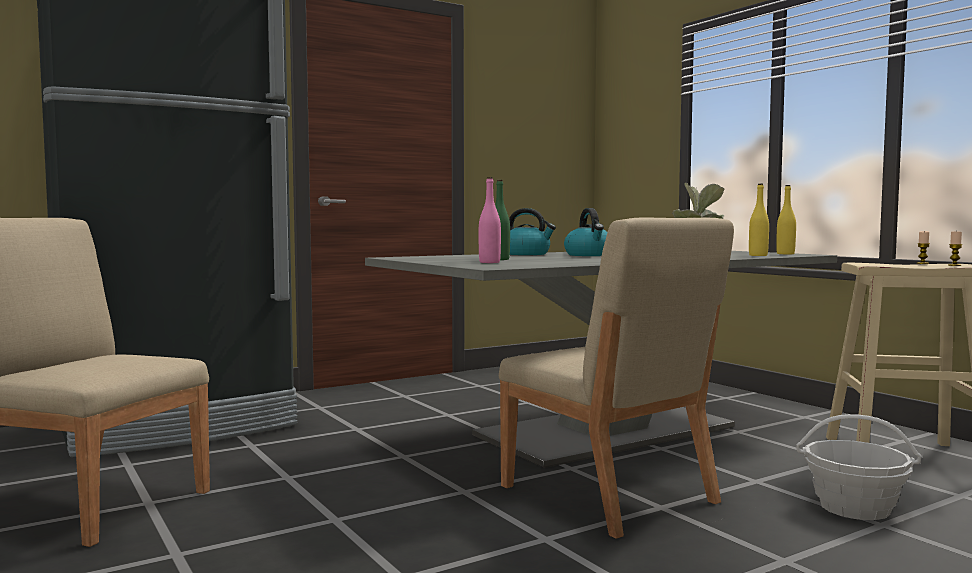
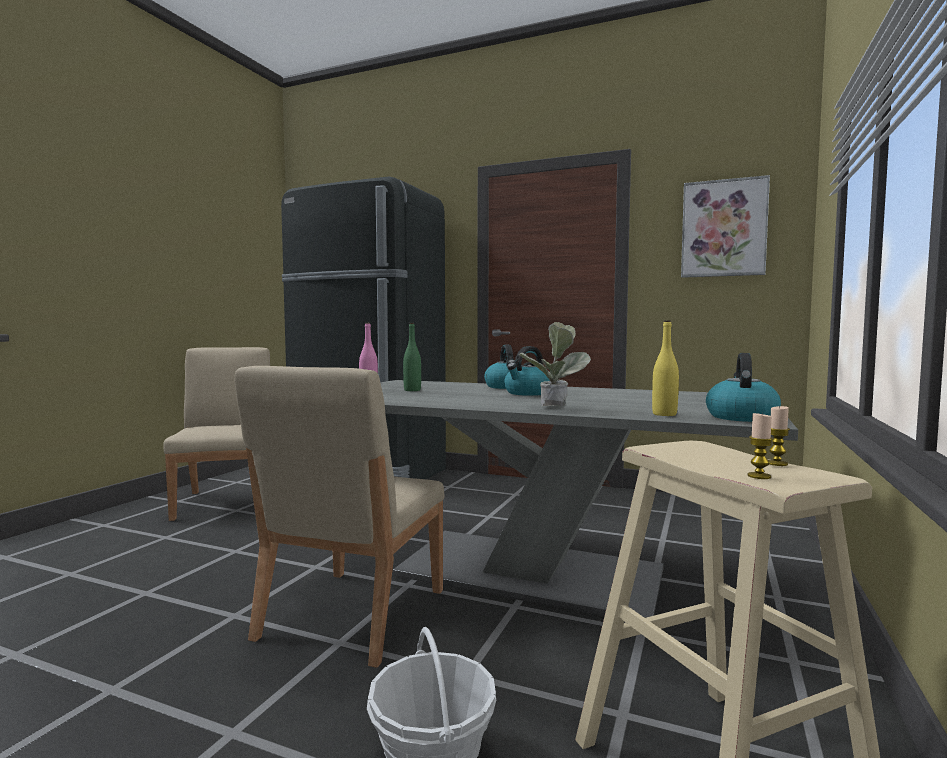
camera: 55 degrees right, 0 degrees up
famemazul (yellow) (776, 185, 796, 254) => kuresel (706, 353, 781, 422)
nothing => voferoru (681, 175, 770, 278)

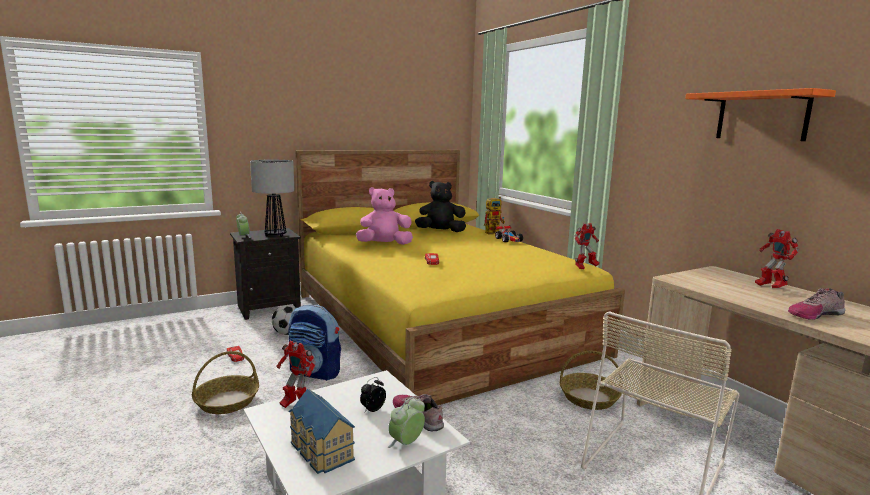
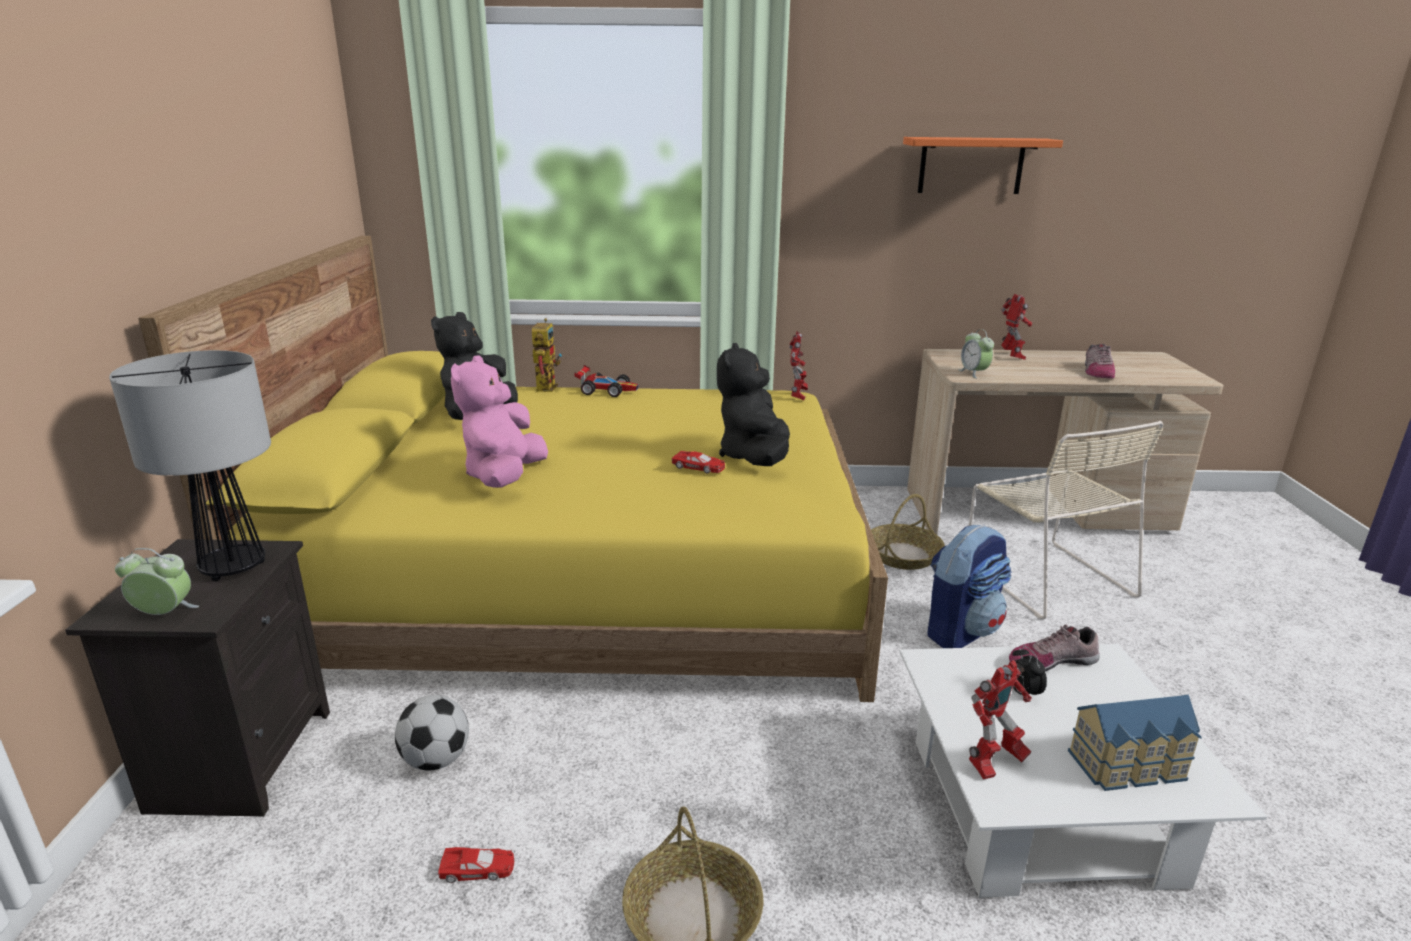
camera: 60 degrees left, 10 degrees up
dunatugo (755, 229, 799, 288) => dunatugo (1001, 294, 1032, 360), 120 degrees counterclockwise
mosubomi (288, 305, 341, 381) => mosubomi (927, 525, 1011, 648), shifted
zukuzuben (388, 397, 425, 448) => zukuzuben (959, 329, 994, 378), shifted
nothing => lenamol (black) (717, 343, 790, 466)

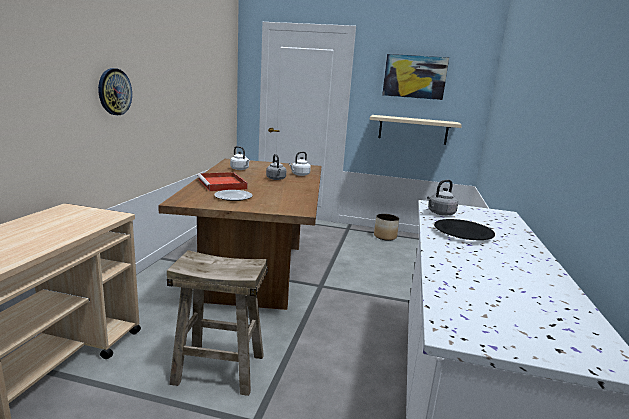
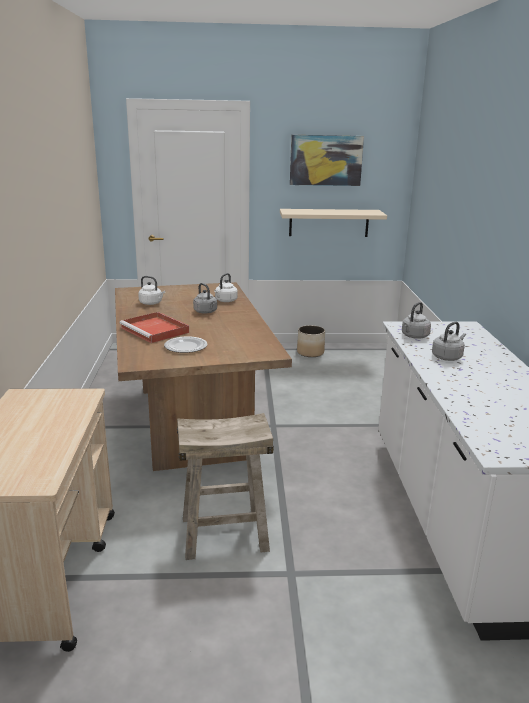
camera: 15 degrees left, 5 degrees up
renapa (98, 68, 132, 115) => nothing
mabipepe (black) (434, 219, 495, 240) => kuresel (grey) (432, 322, 466, 361)

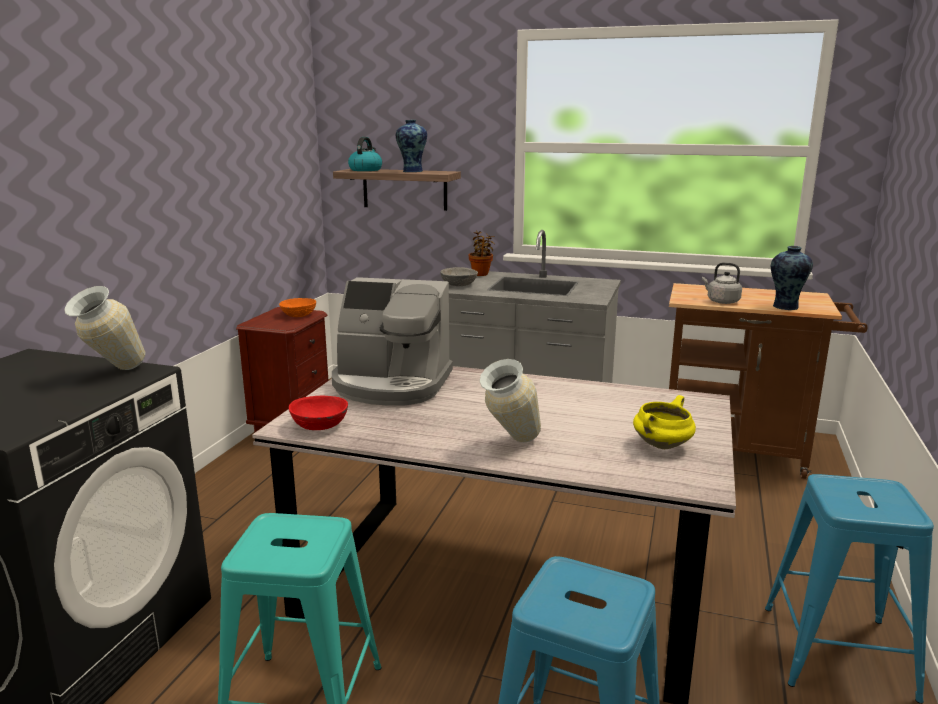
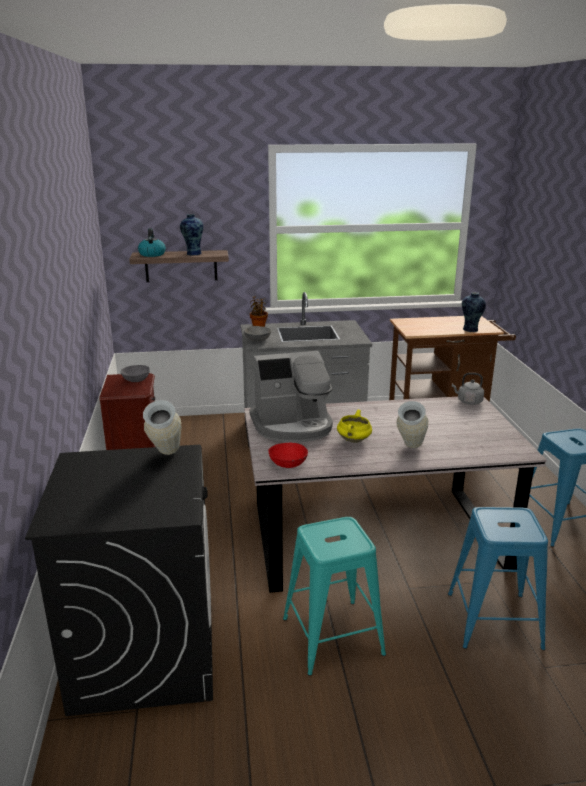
camera: 25 degrees left, 5 degrees up
kuresel (grey) (702, 262, 742, 304) => kuresel (grey) (452, 373, 484, 405), shifted
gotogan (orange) (279, 298, 316, 317) => gotogan (grey) (121, 365, 150, 382)
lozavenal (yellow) (633, 395, 696, 449) => lozavenal (yellow) (337, 410, 372, 443), shifted

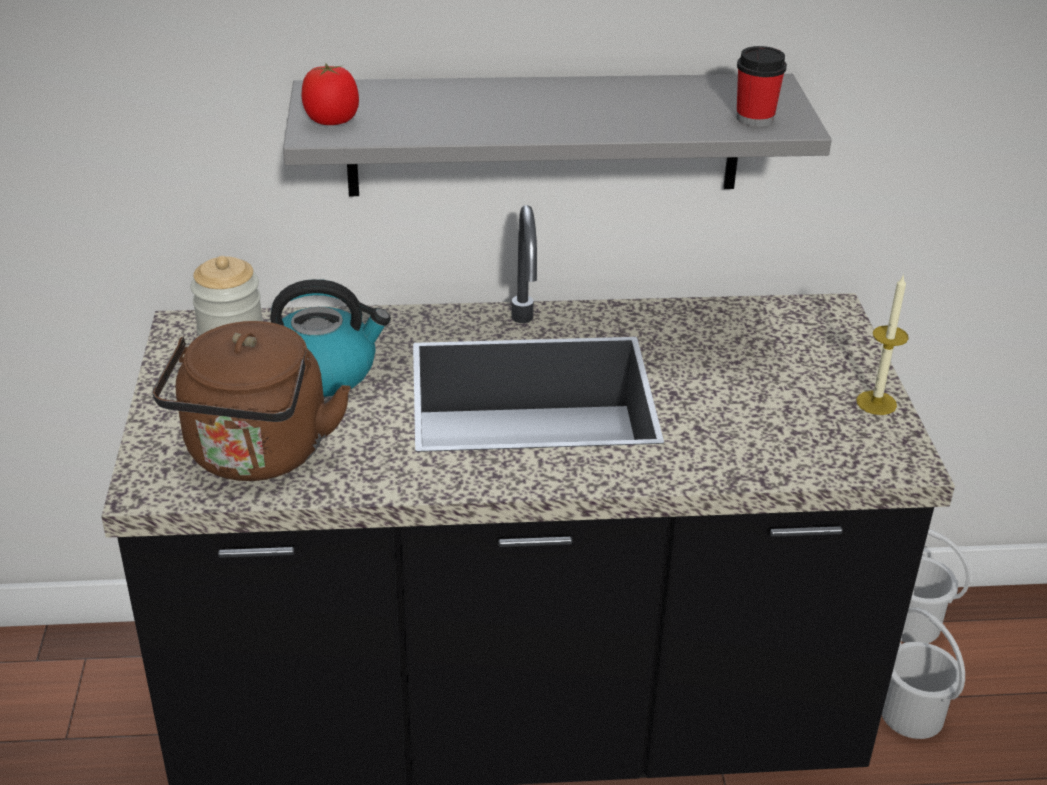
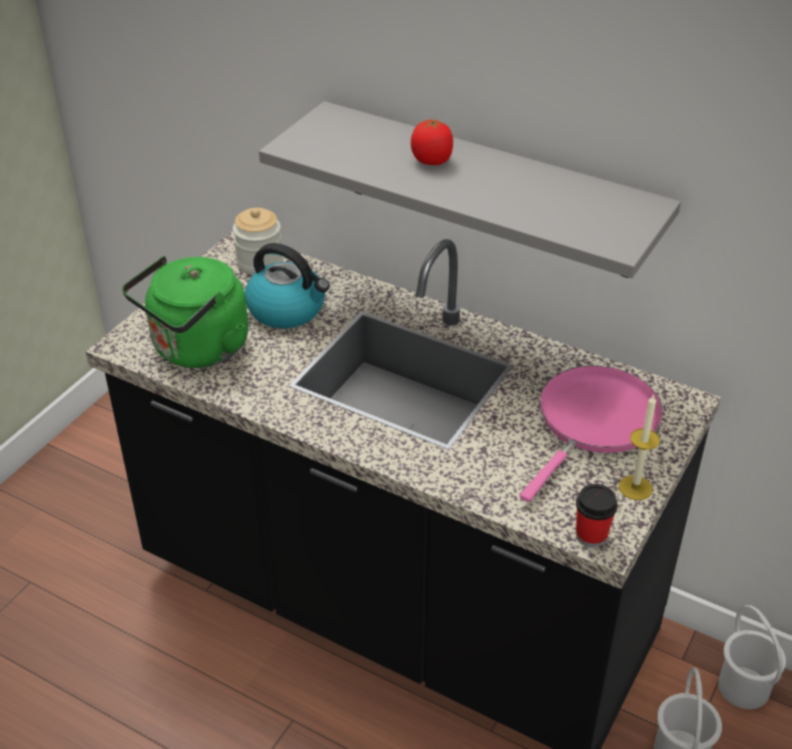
camera: 35 degrees right, 5 degrees up
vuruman (737, 46, 787, 127) => vuruman (576, 484, 618, 548), shifted
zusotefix (302, 63, 359, 125) => zusotefix (411, 118, 453, 165), shifted
kuresel (brown) (152, 321, 351, 481) => kuresel (green) (122, 256, 248, 368)
nothing => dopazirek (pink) (520, 366, 663, 502)

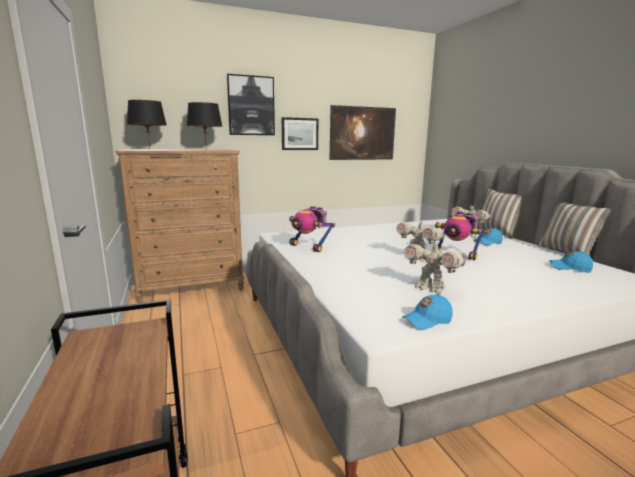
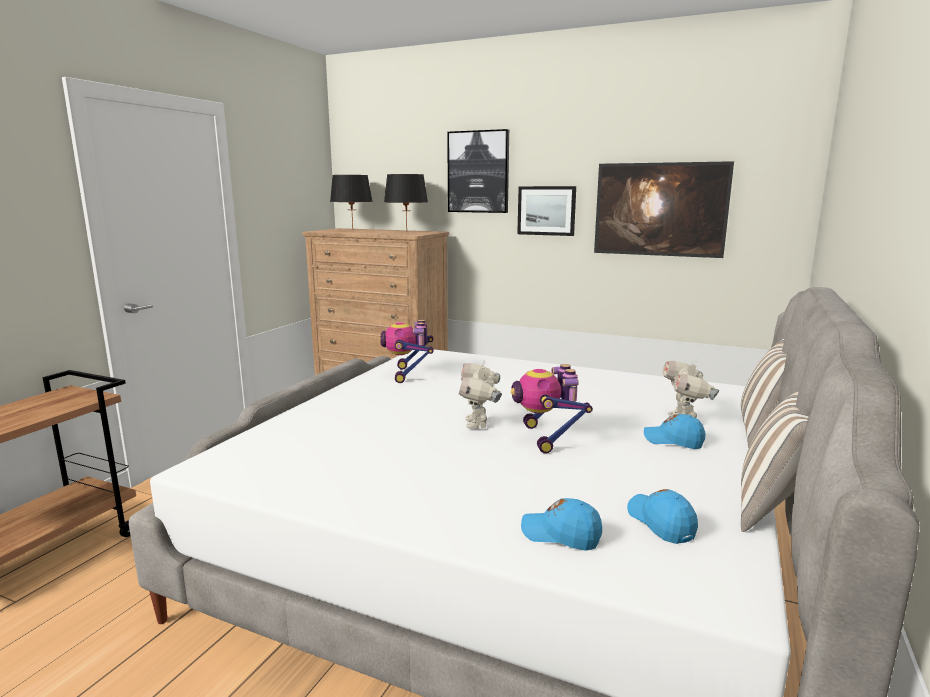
camera: 45 degrees right, 0 degrees up
dunatugo (404, 241, 466, 293) => nothing
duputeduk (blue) (402, 295, 453, 330) => duputeduk (blue) (521, 498, 602, 551), shifted

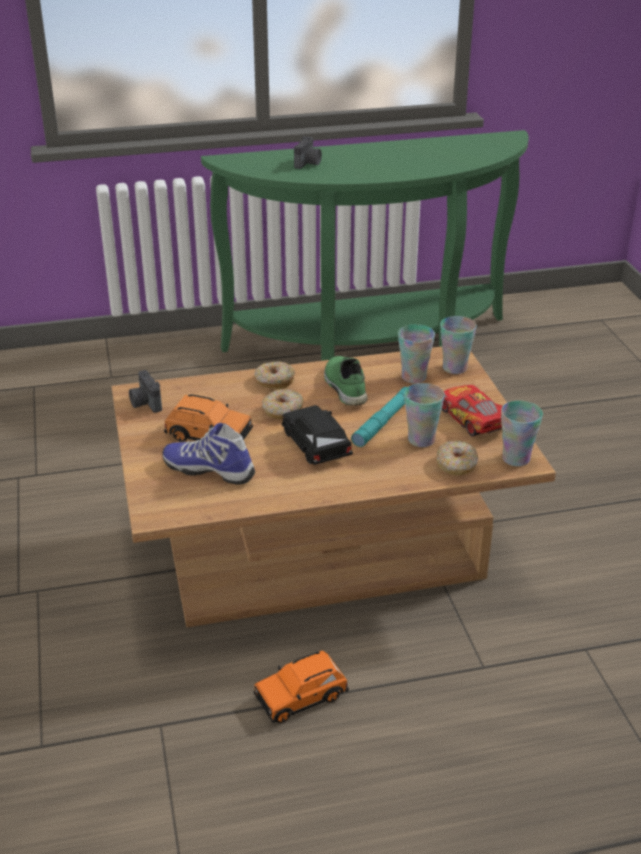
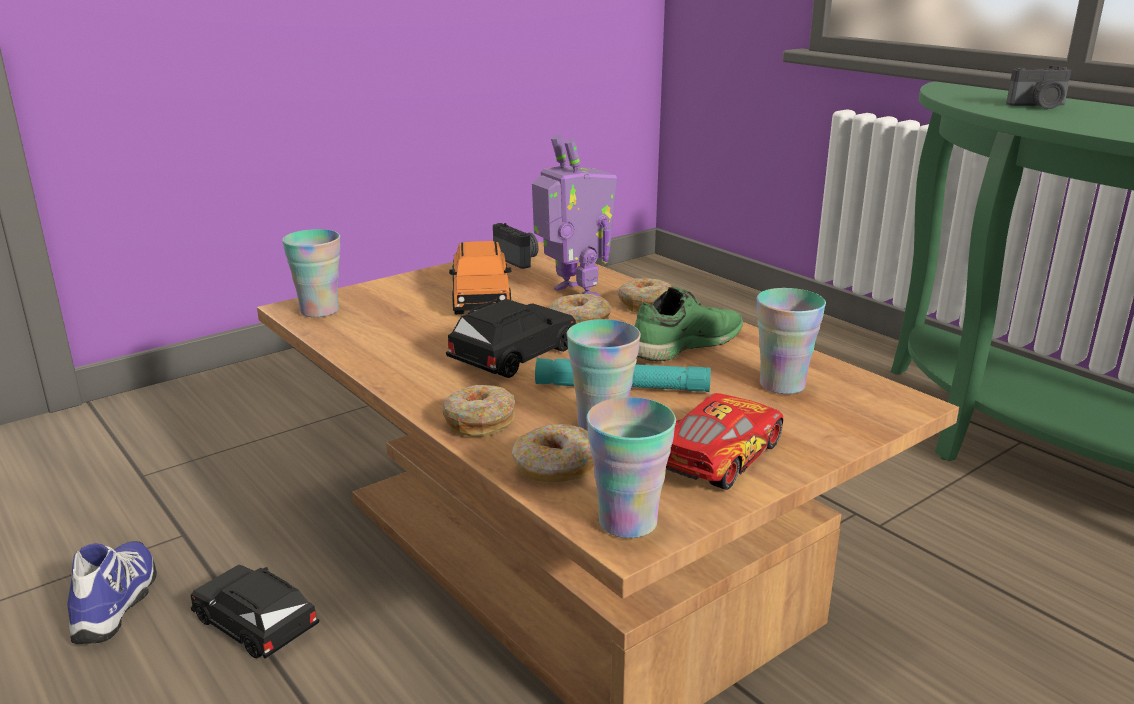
camera: 65 degrees right, 10 degrees down
vuruman (440, 316, 477, 374) => vuruman (282, 229, 340, 317), shifted
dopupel (129, 370, 162, 413) => dopupel (493, 223, 539, 269), 105 degrees clockwise
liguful (162, 423, 255, 485) => liguful (67, 541, 157, 644), shifted
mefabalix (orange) (254, 650, 349, 723) => mefabalix (black) (191, 565, 319, 659)
nothing => dunatugo (532, 135, 618, 296)
nothing => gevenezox (442, 385, 515, 437)

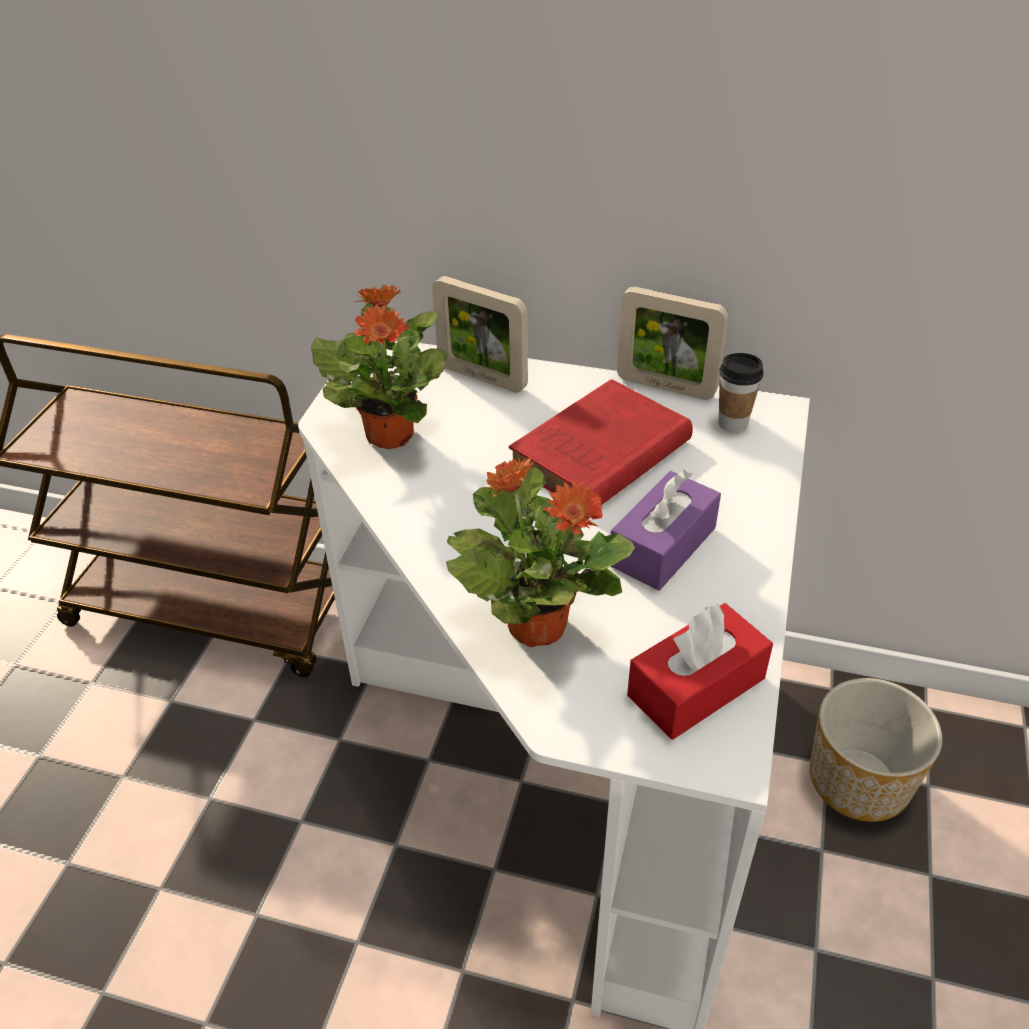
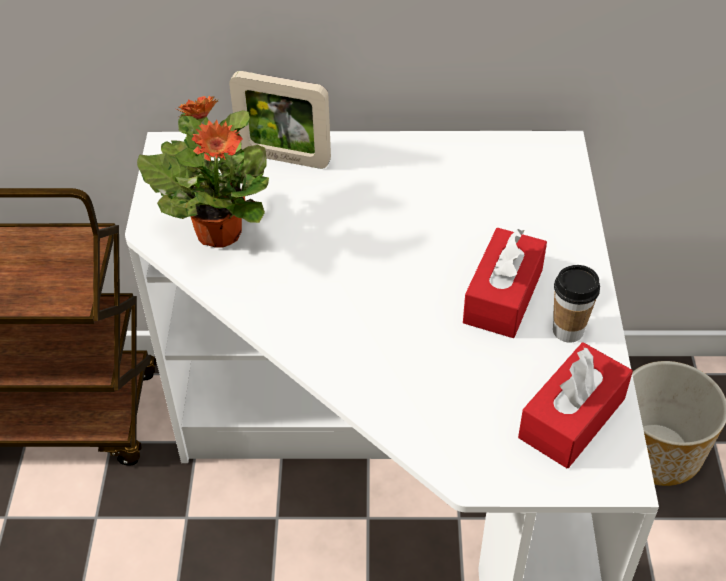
camera: 15 degrees left, 5 degrees up
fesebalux (617, 287, 728, 400) => nothing
vuruman (718, 353, 764, 432) => vuruman (553, 265, 600, 343), shifted
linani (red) (509, 379, 693, 505) => nothing
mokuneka (446, 458, 635, 647) => nothing
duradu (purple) (610, 470, 721, 591) => duradu (red) (463, 228, 547, 338)

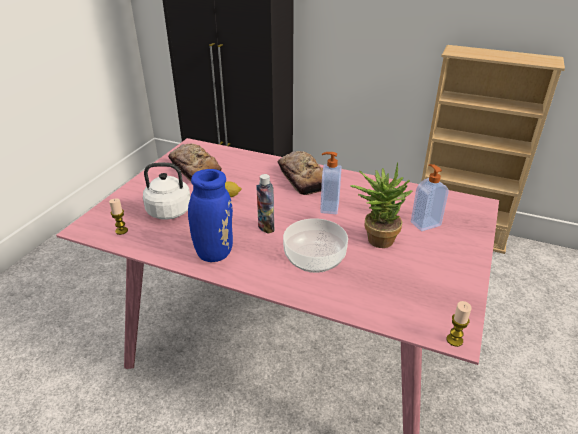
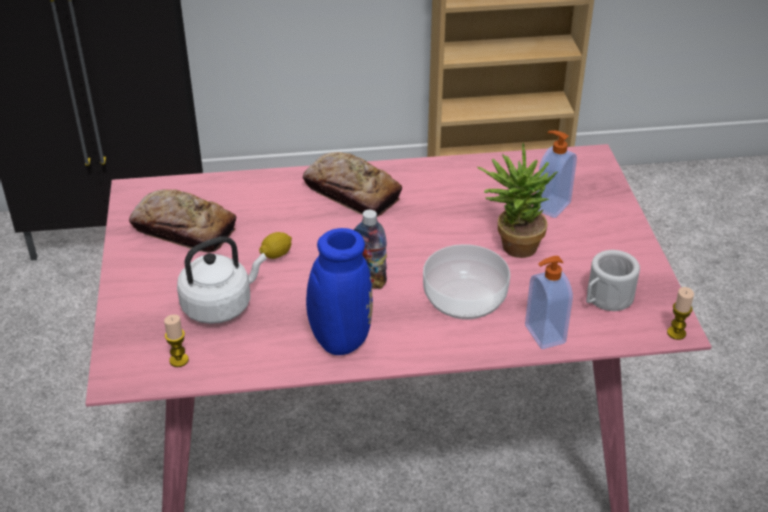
camera: 30 degrees left, 5 degrees up
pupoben (320, 152, 342, 215) => pupoben (525, 256, 573, 349), shifted
nothing => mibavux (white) (586, 250, 640, 311)

